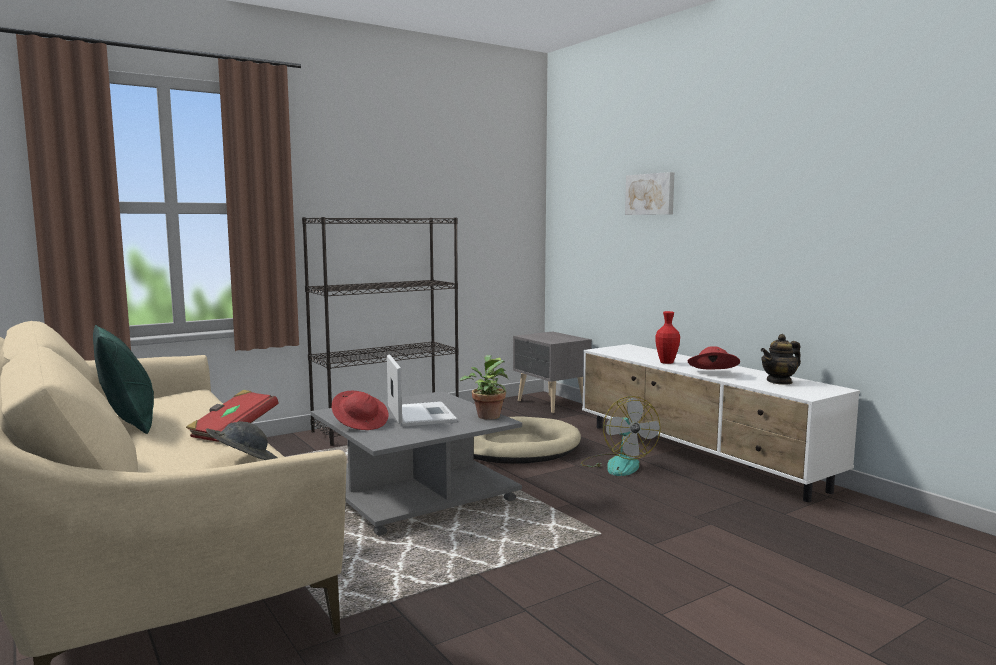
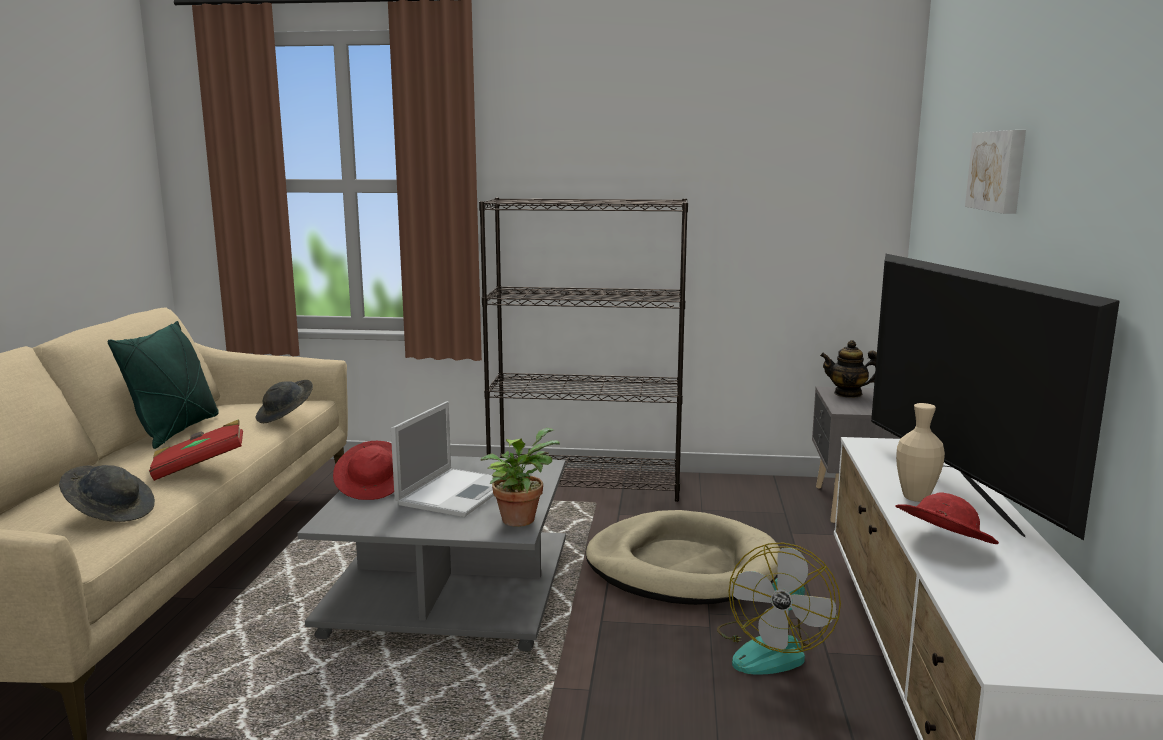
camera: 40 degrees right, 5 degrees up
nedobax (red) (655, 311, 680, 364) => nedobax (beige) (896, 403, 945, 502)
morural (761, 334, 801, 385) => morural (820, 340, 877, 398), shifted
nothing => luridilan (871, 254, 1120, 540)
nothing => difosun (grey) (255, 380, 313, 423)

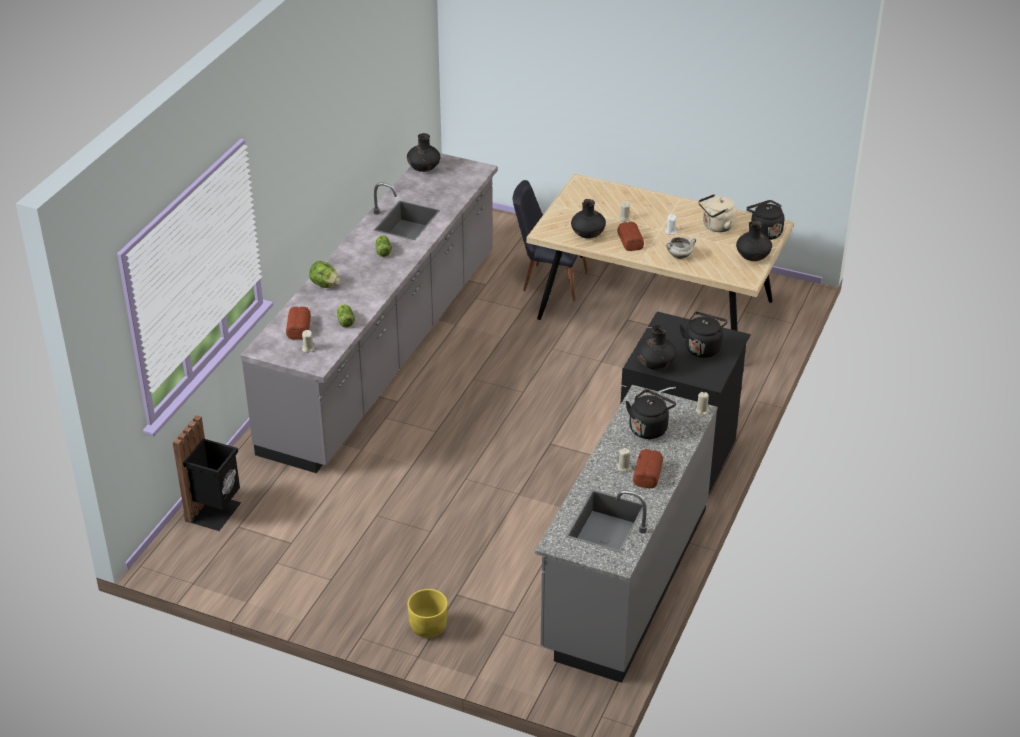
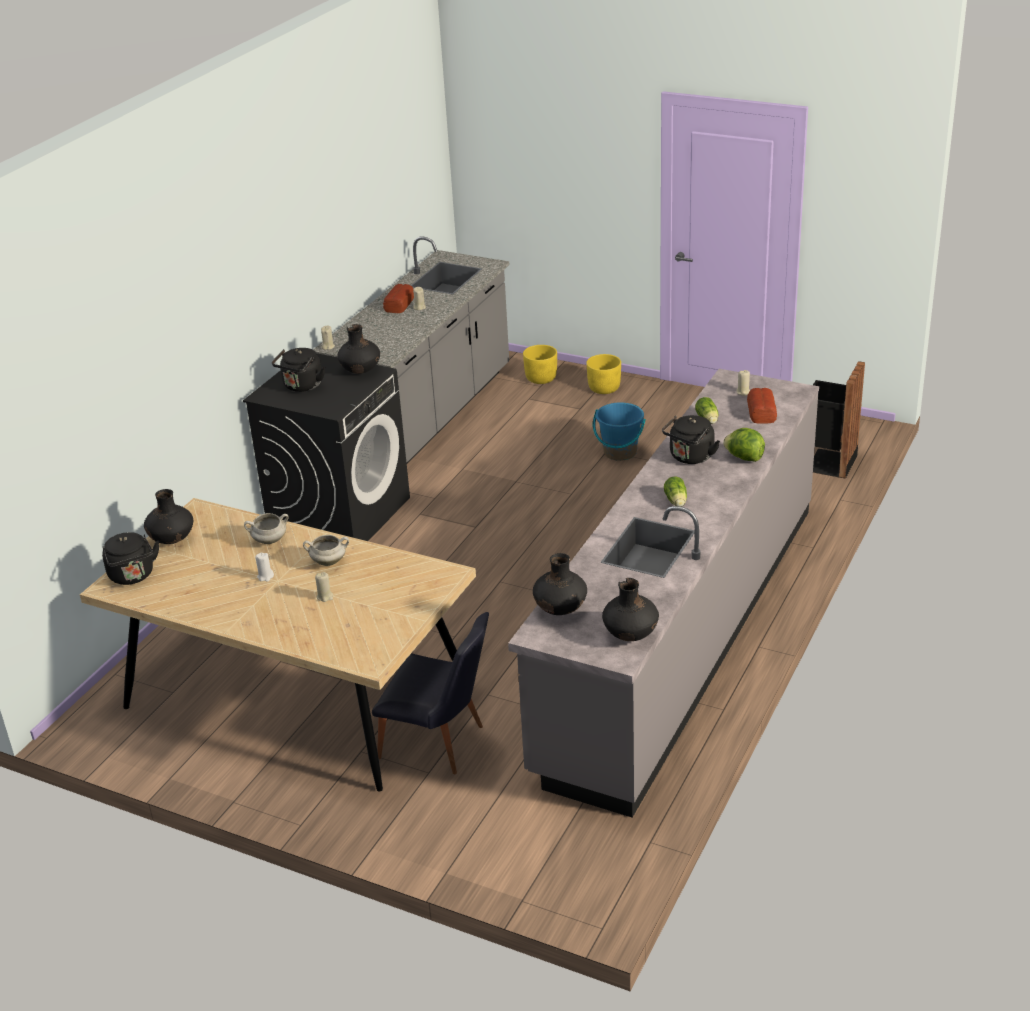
camera: 175 degrees left, 5 degrees down
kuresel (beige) (698, 194, 736, 232) => nothing
nedobax (black) (571, 199, 606, 238) => nedobax (black) (533, 553, 587, 615), shifted
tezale (617, 222, 644, 251) => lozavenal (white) (303, 535, 349, 566)
kuresel (black) (625, 389, 676, 439) => kuresel (black) (662, 415, 720, 464), shifted
nothing => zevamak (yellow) (523, 345, 557, 384)
nothing => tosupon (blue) (593, 402, 646, 461)

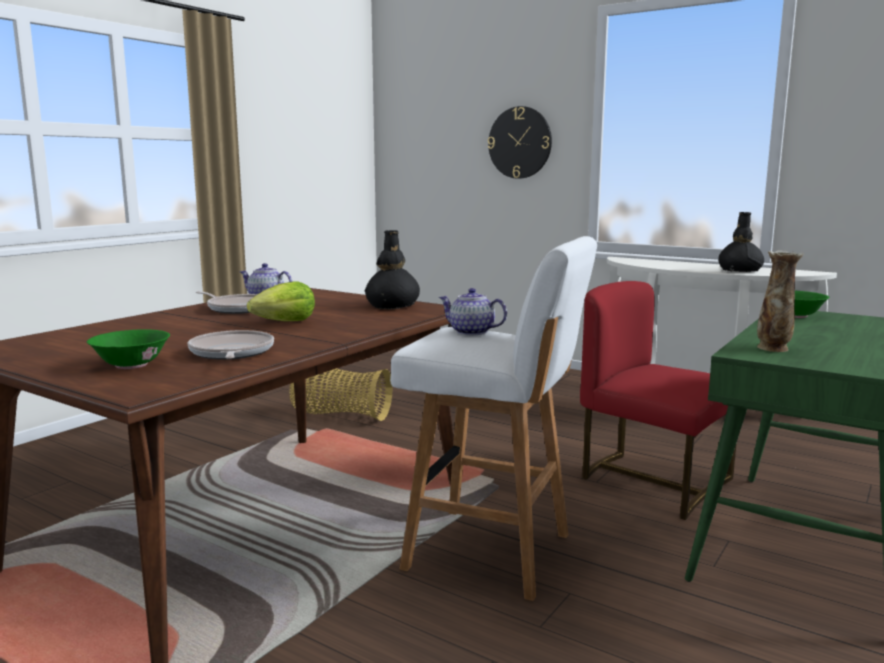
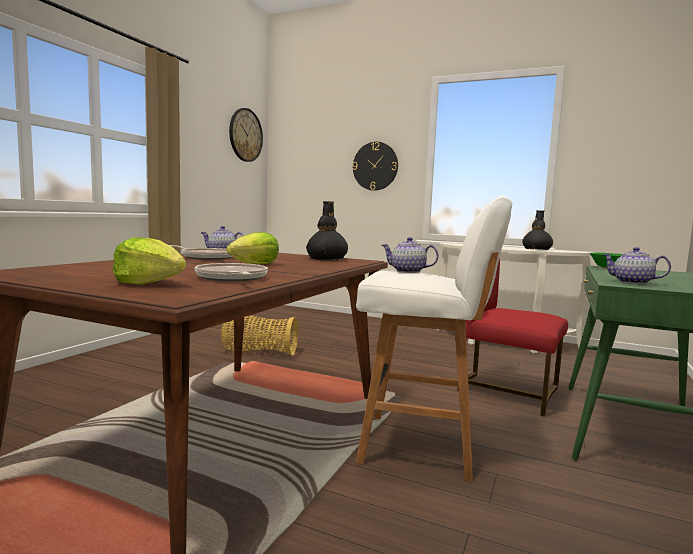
camera: 10 degrees left, 5 degrees down
nedobax (757, 250, 804, 352) => morural (602, 247, 671, 284)
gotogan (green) (87, 329, 170, 369) => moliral (113, 237, 186, 285)
nothing => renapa (229, 108, 263, 162)

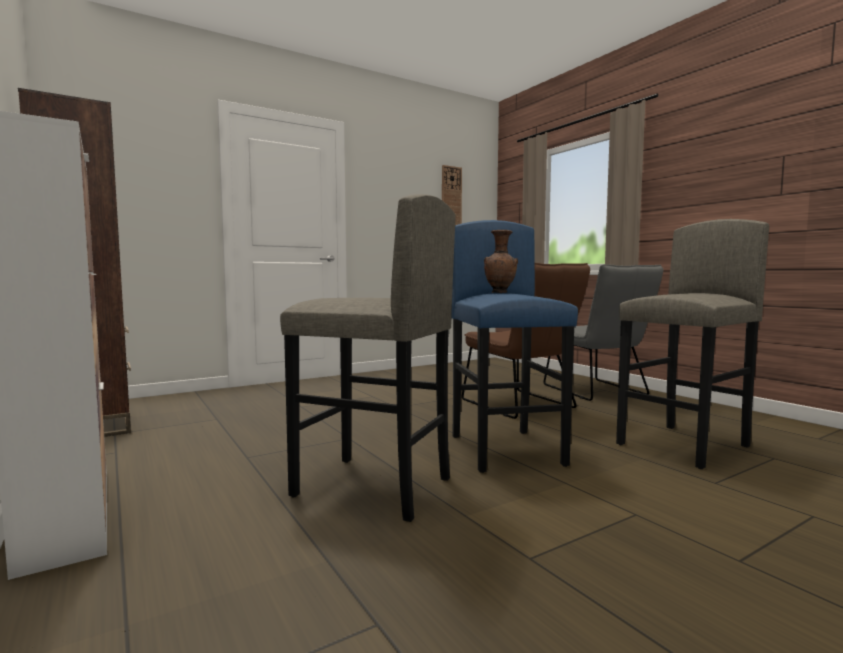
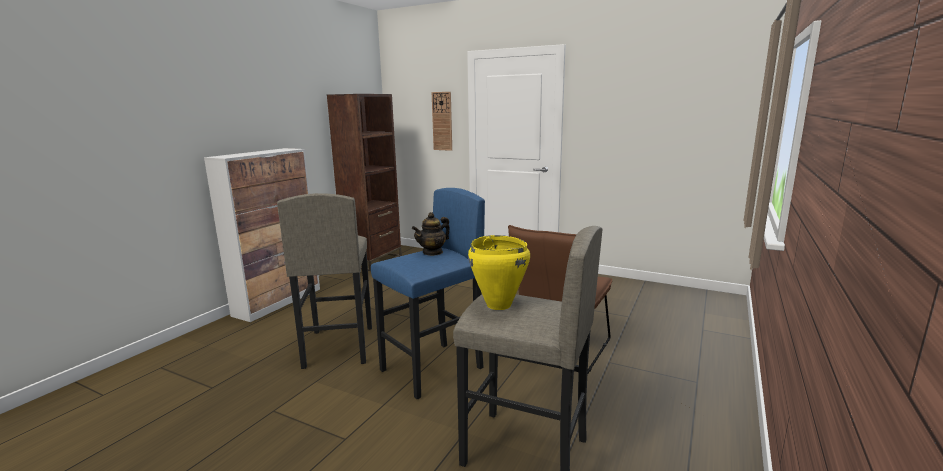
camera: 60 degrees right, 10 degrees up
renapa (442, 165, 462, 225) => renapa (432, 92, 452, 151), shifted
nedobax (brown) (484, 230, 518, 293) => morural (412, 212, 450, 256)
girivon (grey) (544, 264, 663, 401) => nothing
nothing => lozavenal (yellow) (468, 235, 530, 310)

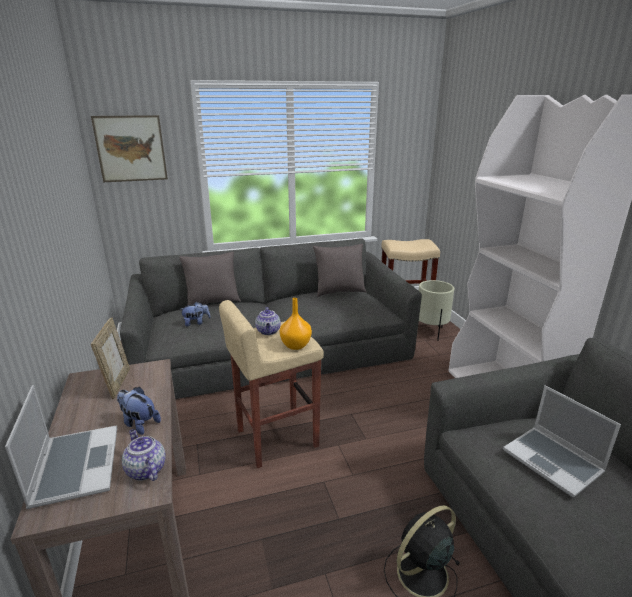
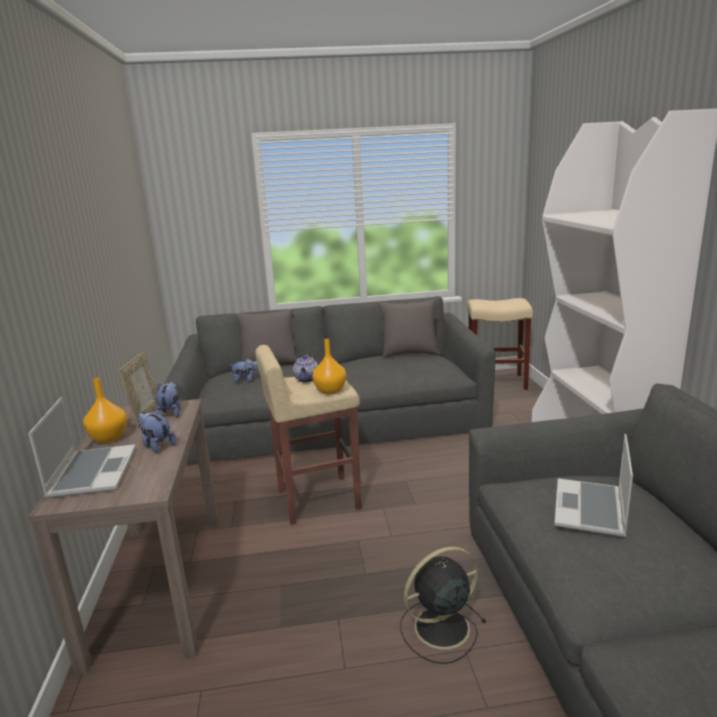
camera: 10 degrees right, 5 degrees down
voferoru (91, 115, 168, 182) => nothing
zevamak (beige) (418, 280, 454, 341) => nothing
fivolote (503, 385, 621, 498) => fivolote (554, 434, 633, 537), 45 degrees clockwise
morural (122, 429, 166, 481) => nothing
nothing => nedobax (orange) (83, 378, 127, 443)
nothing => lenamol (156, 381, 181, 418)

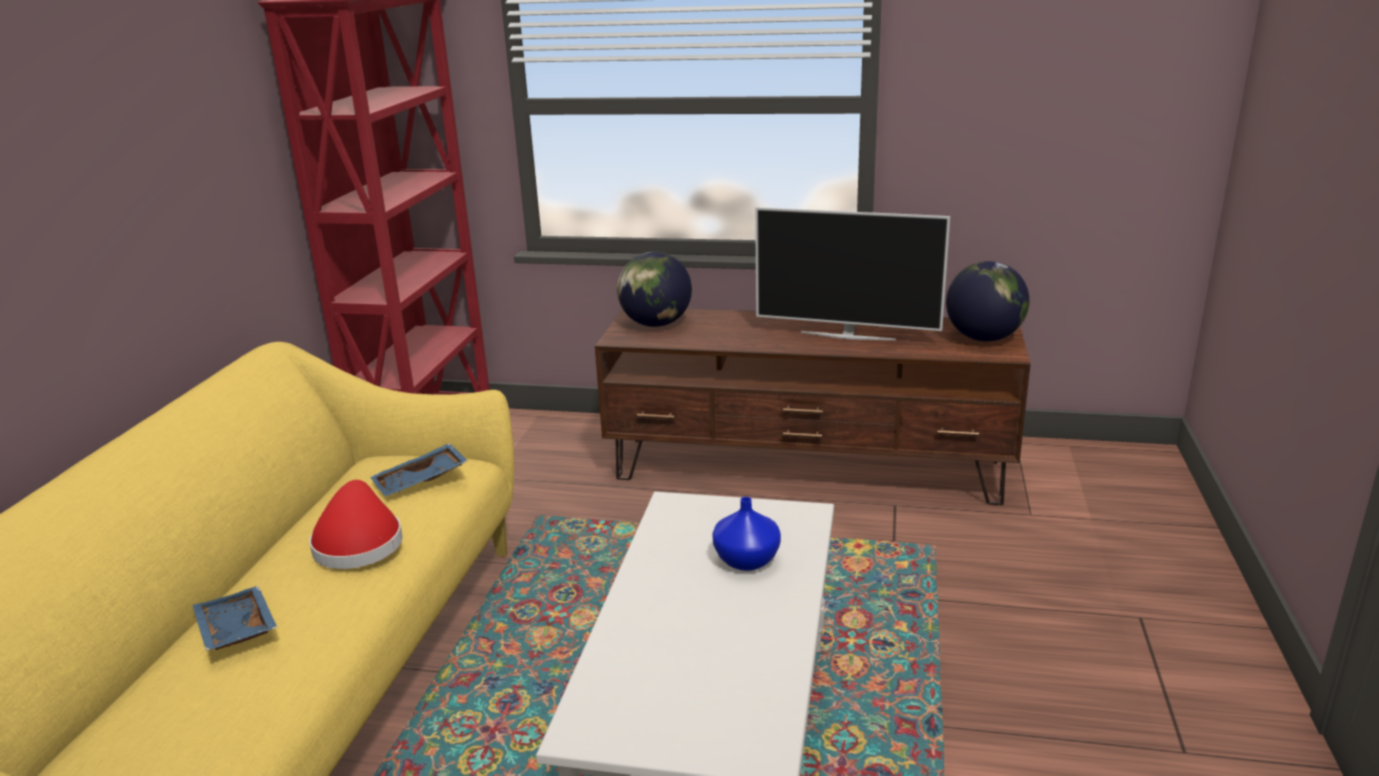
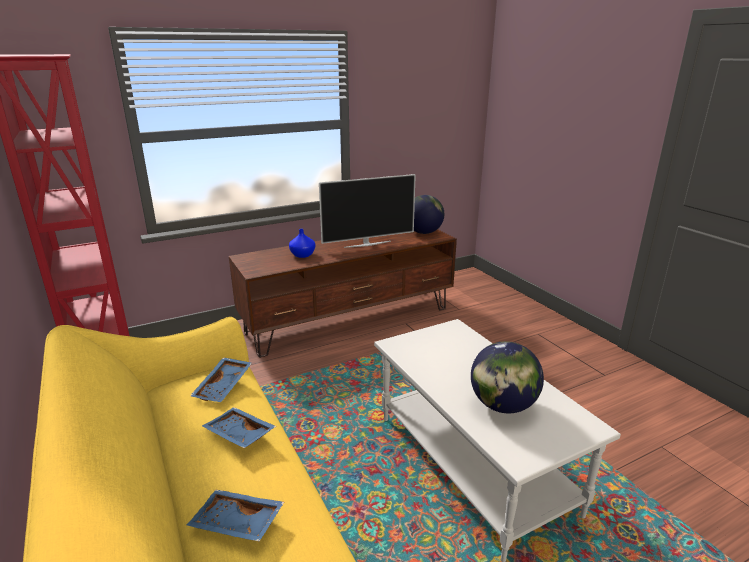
camera: 40 degrees left, 0 degrees up
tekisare (617, 252, 692, 327) => tekisare (471, 341, 544, 413), shifted
difosun (red) (309, 480, 403, 569) => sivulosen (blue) (202, 407, 276, 448)
nedobax (blue) (712, 497, 781, 571) => nedobax (blue) (289, 229, 315, 258), shifted

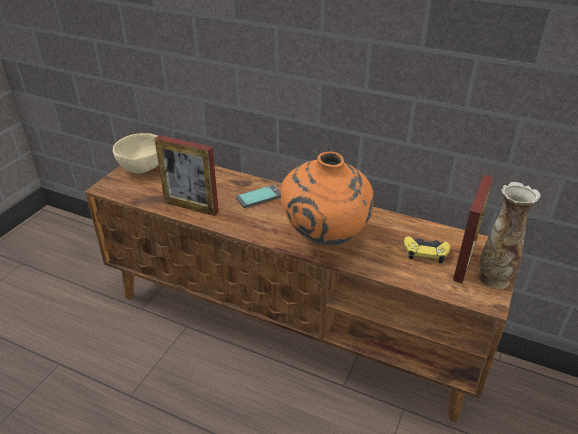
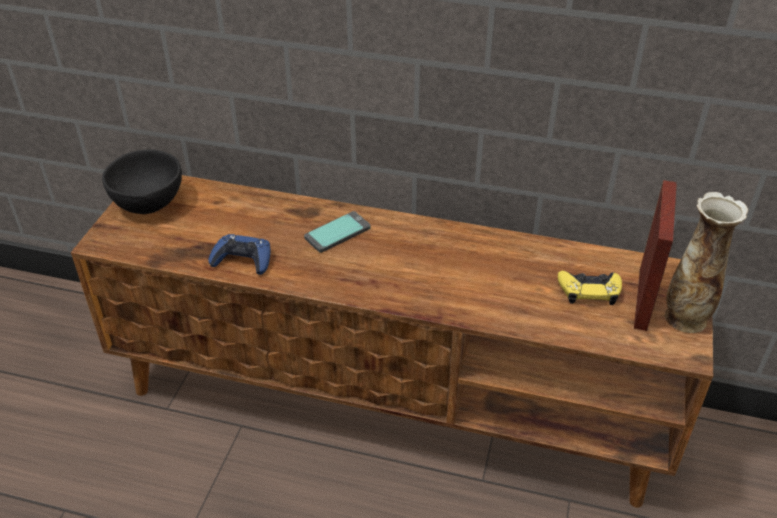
camera: 10 degrees left, 5 degrees up
gotogan (beige) (113, 133, 159, 173) => gotogan (black) (102, 149, 182, 214)
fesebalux (154, 135, 219, 216) => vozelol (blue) (208, 234, 271, 275)
nedobax (orange) (281, 152, 374, 245) => nothing

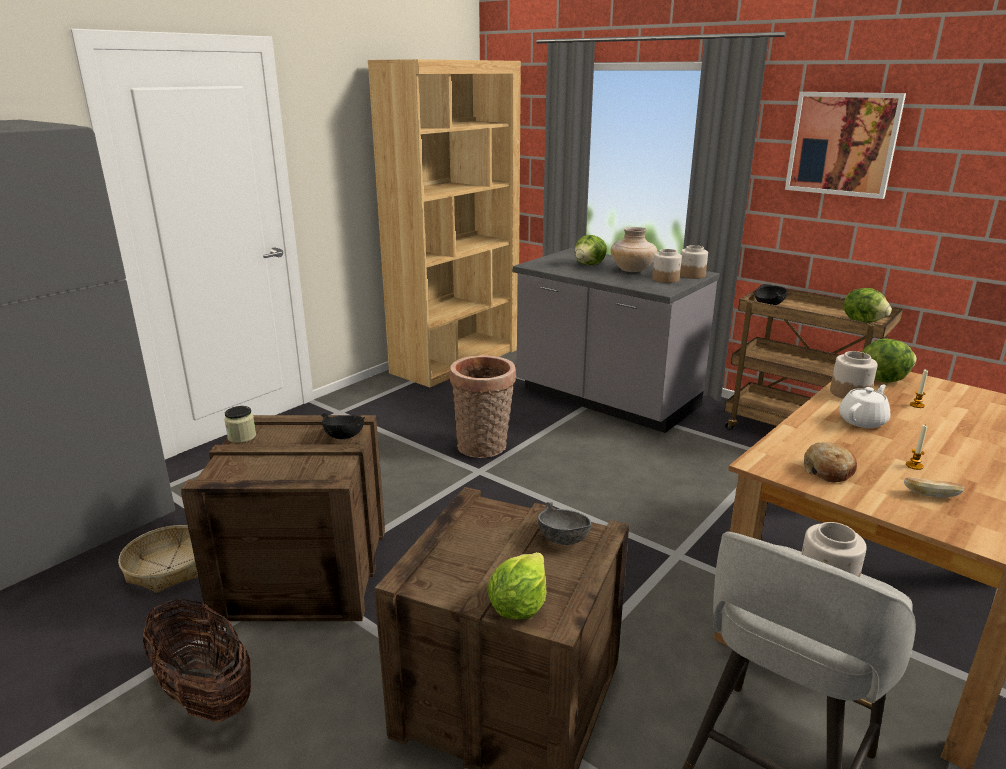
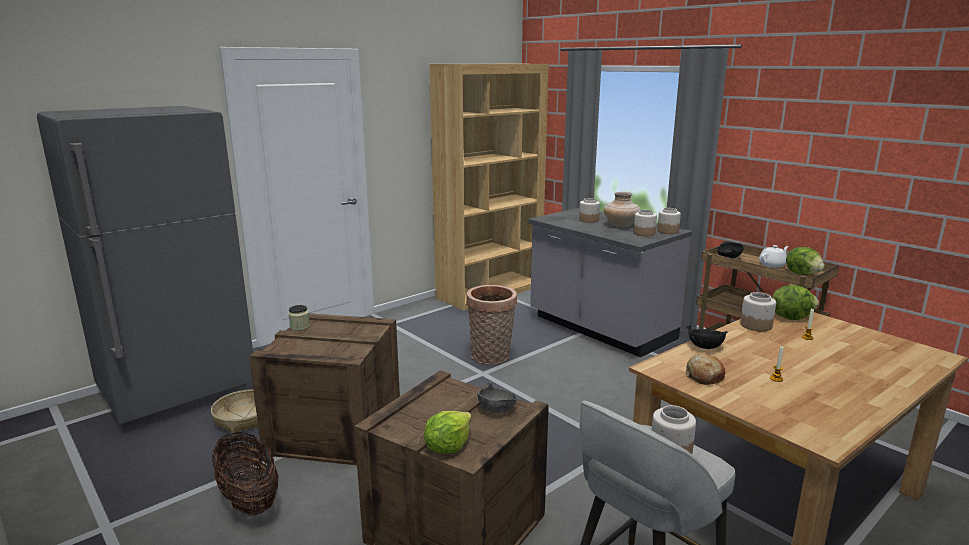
camera: 10 degrees right, 5 degrees down
voferoru (785, 92, 906, 199) => nothing
moliral (575, 235, 607, 265) => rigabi (579, 198, 600, 223)
morural (white) (839, 384, 890, 428) => morural (white) (759, 245, 789, 268), shifted
gotogan (black) (321, 412, 365, 439) => gotogan (black) (686, 325, 728, 349), shifted
tezale (904, 477, 964, 498) => nothing

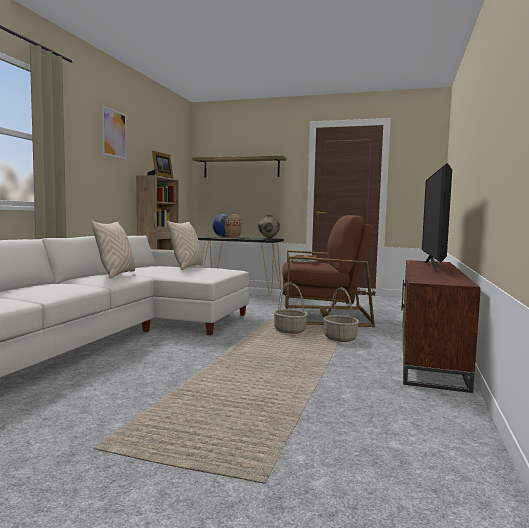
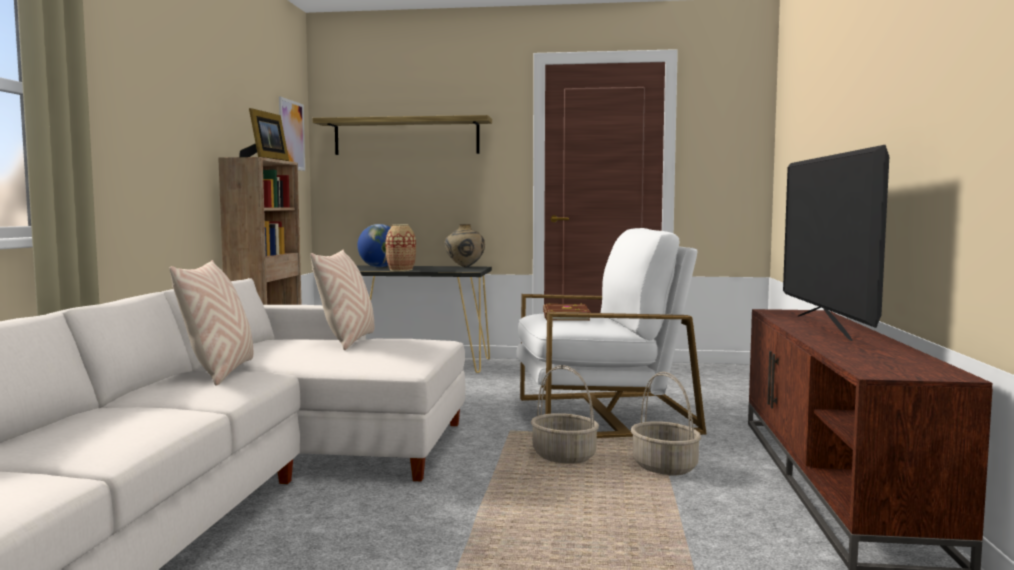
camera: 10 degrees left, 0 degrees up
voferoru (101, 105, 127, 160) => voferoru (279, 96, 305, 171), shifted
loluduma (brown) (282, 215, 375, 327) => loluduma (white) (516, 228, 706, 438)

